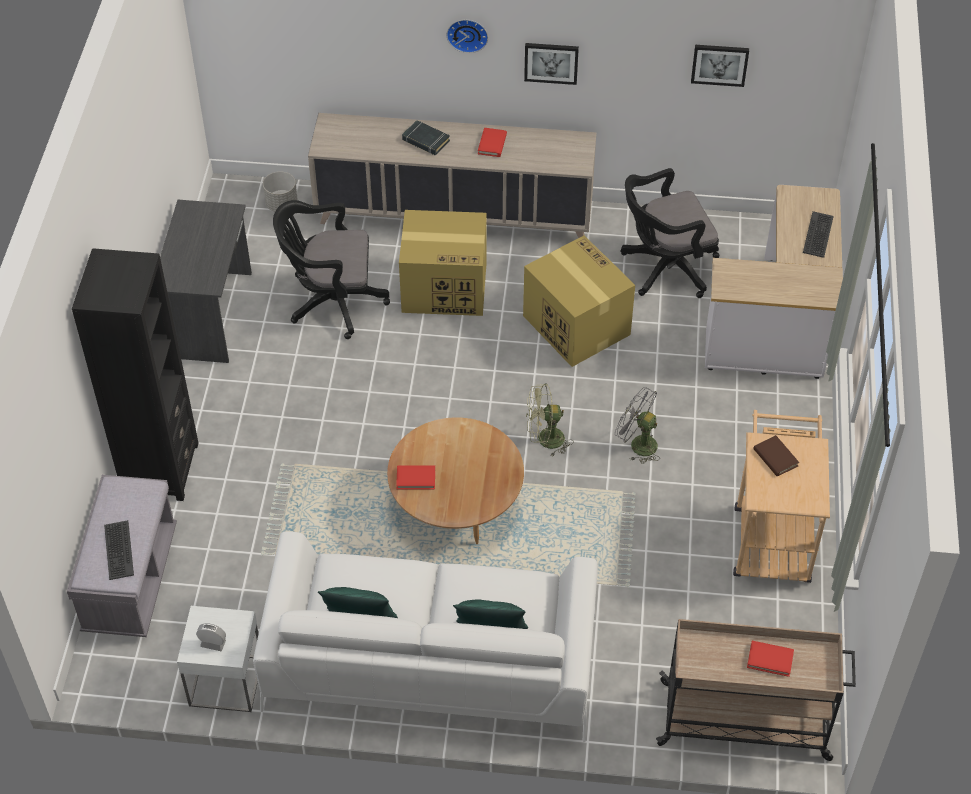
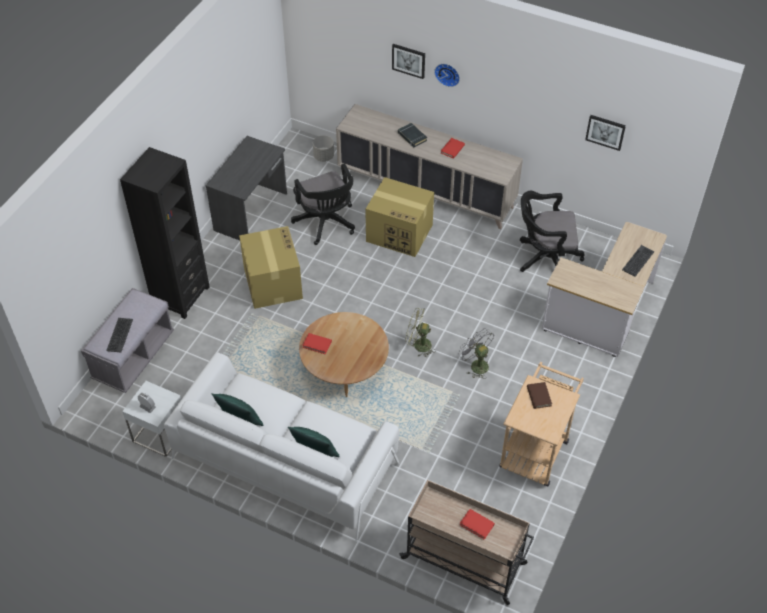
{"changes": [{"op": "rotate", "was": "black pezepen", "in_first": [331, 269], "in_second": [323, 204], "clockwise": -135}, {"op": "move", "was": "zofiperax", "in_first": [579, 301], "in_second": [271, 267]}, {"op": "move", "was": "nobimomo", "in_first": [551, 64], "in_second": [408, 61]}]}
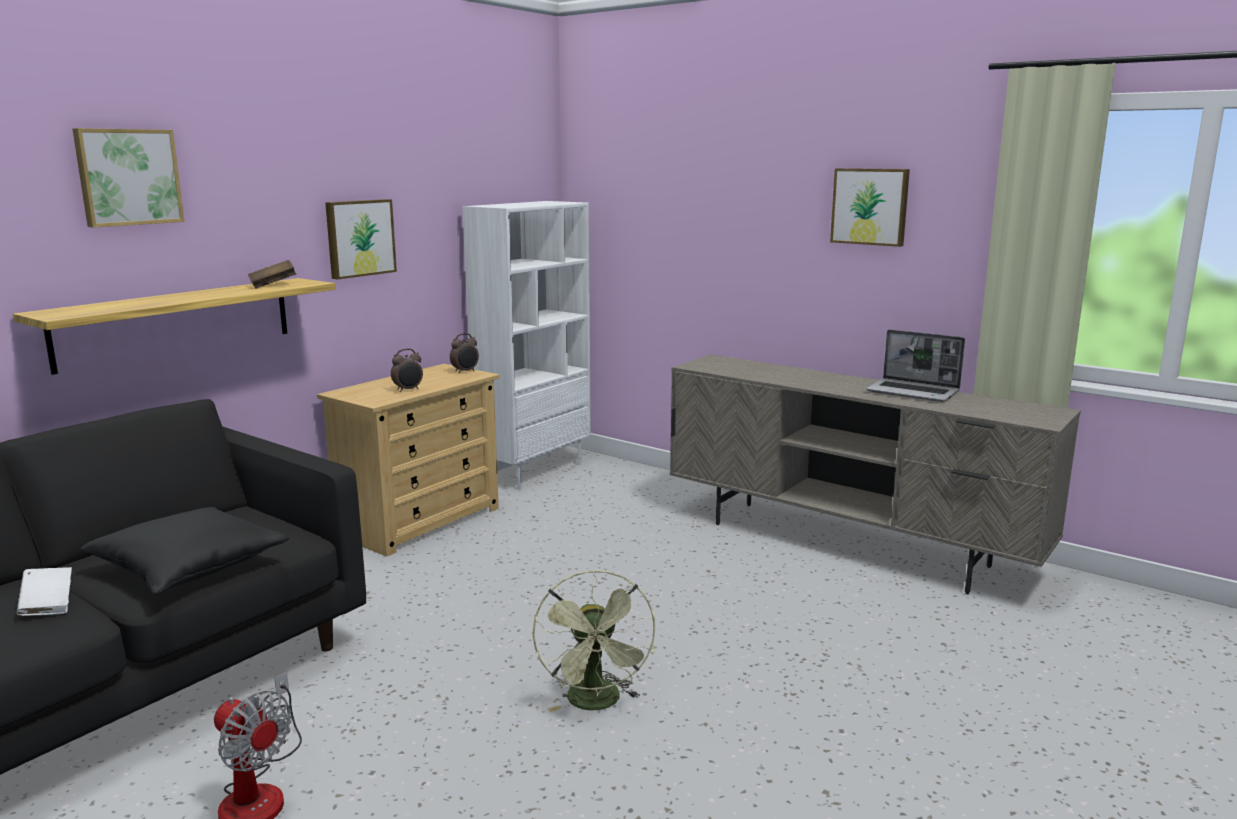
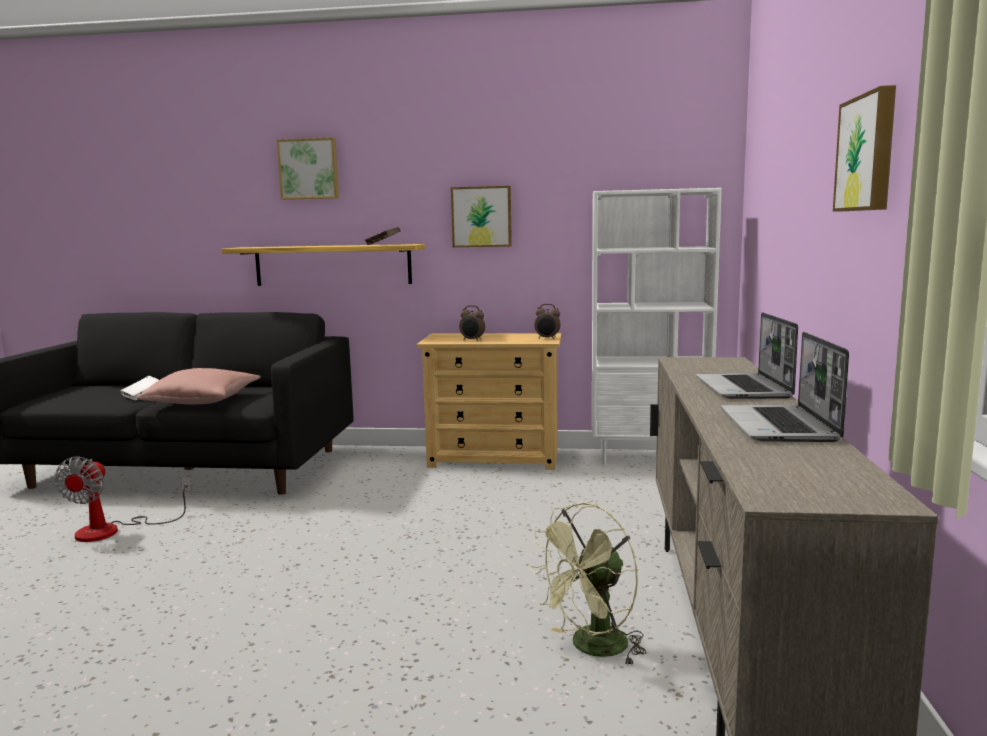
{"changes": [{"op": "recolor", "was": "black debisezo", "now": "pink debisezo", "in_first": [184, 551], "in_second": [198, 386]}, {"op": "move", "was": "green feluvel", "in_first": [593, 640], "in_second": [588, 583]}, {"op": "insert", "now": "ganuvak", "in_second": [747, 355]}]}
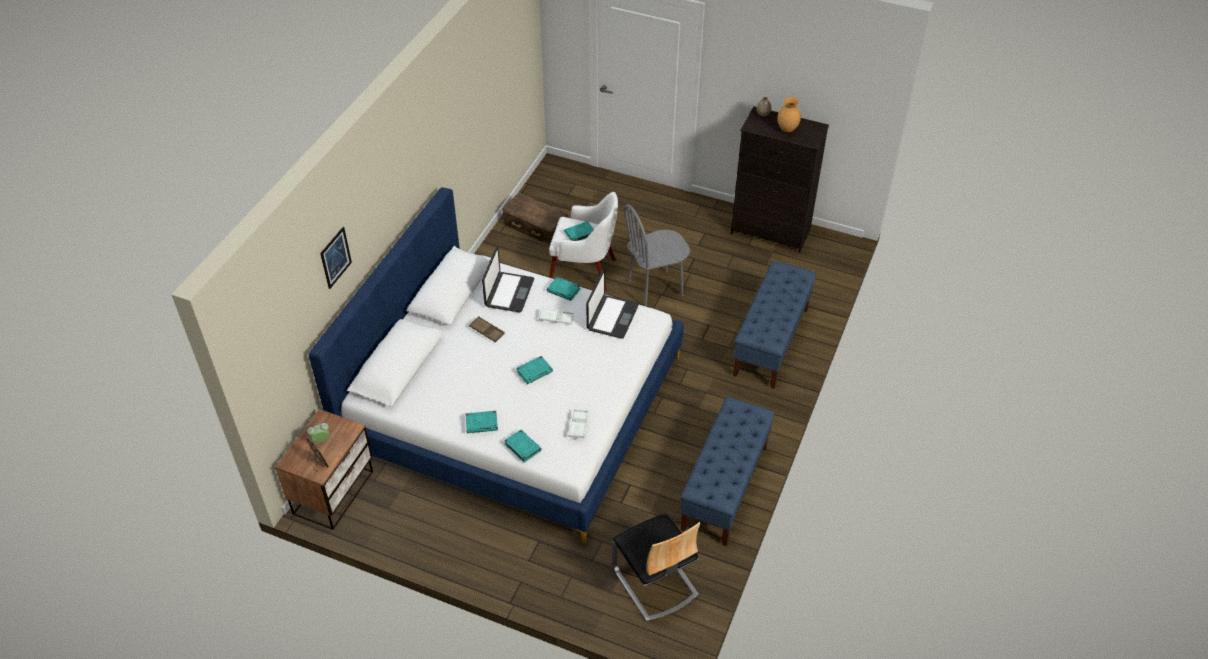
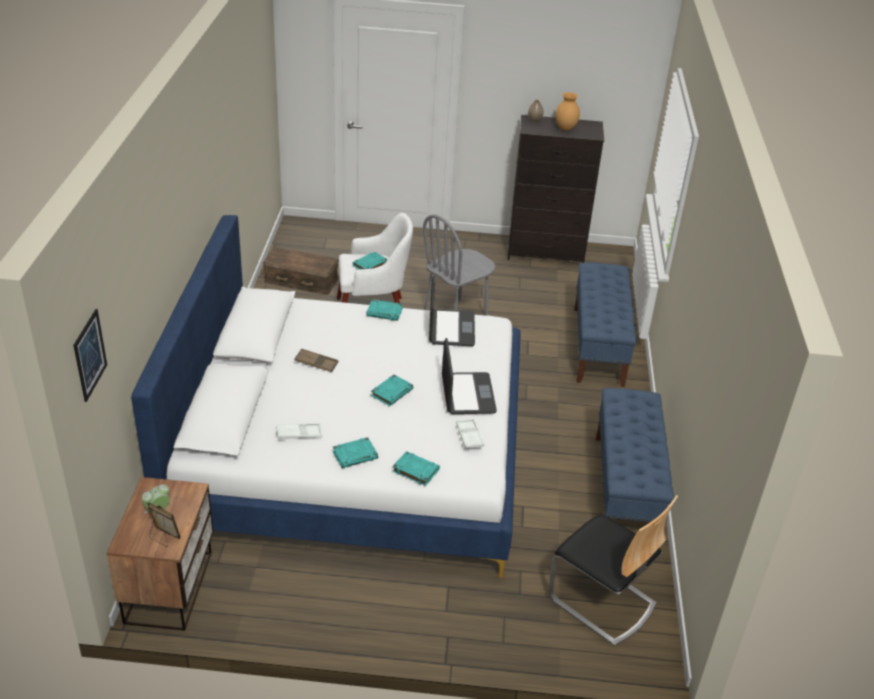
{"changes": [{"op": "move", "was": "nobimomo", "in_first": [336, 258], "in_second": [90, 355]}, {"op": "move", "was": "ganuvak", "in_first": [508, 280], "in_second": [469, 376]}, {"op": "move", "was": "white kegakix", "in_first": [556, 316], "in_second": [299, 431]}]}
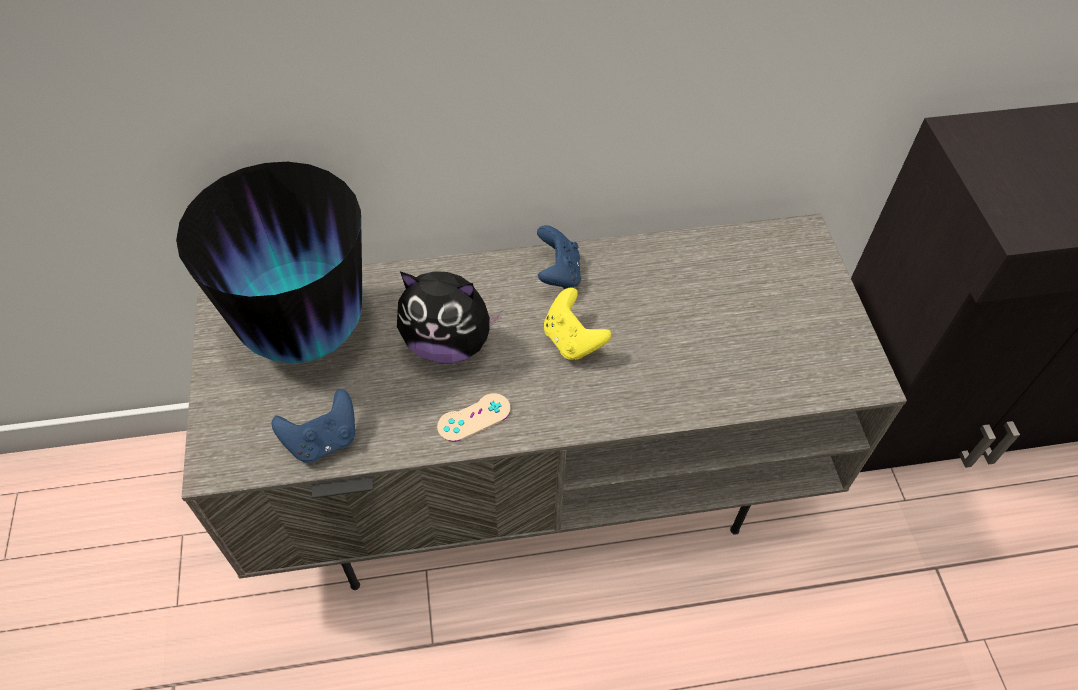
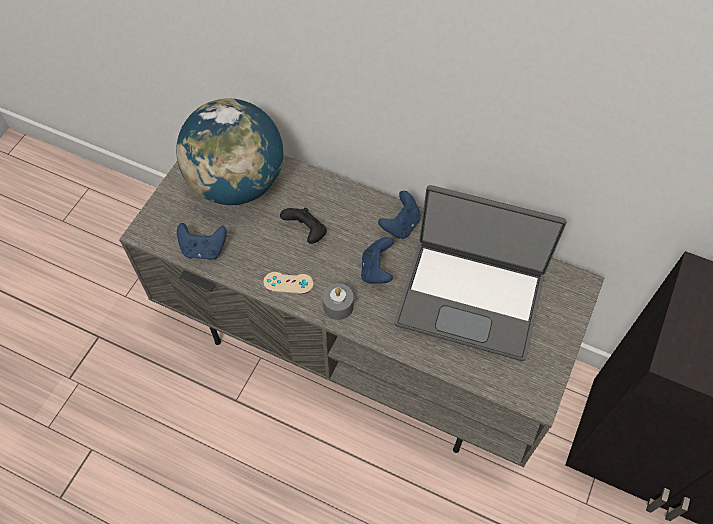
{"changes": [{"op": "replace", "was": "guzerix", "now": "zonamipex", "in_first": [269, 262], "in_second": [229, 151]}, {"op": "replace", "was": "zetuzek", "now": "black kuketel", "in_first": [450, 317], "in_second": [303, 226]}, {"op": "recolor", "was": "yellow kuketel", "now": "blue kuketel", "in_first": [577, 324], "in_second": [377, 260]}, {"op": "insert", "now": "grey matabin", "in_second": [338, 301]}, {"op": "insert", "now": "ganuvak", "in_second": [480, 273]}]}
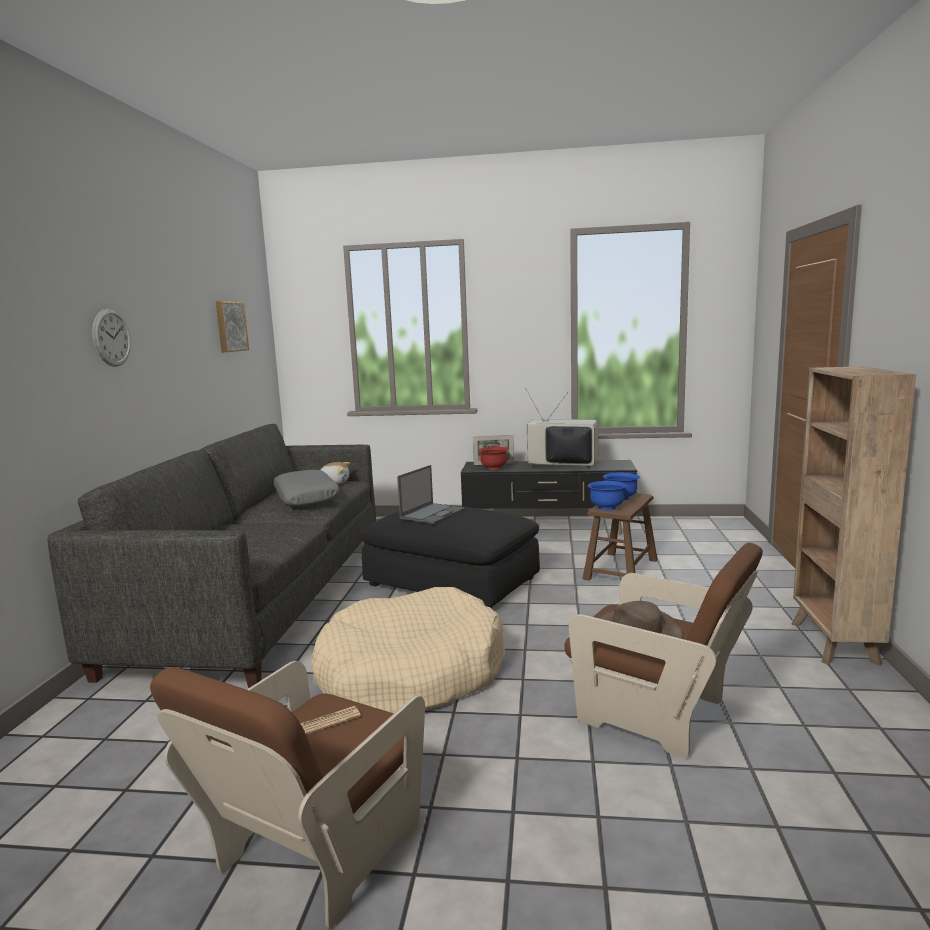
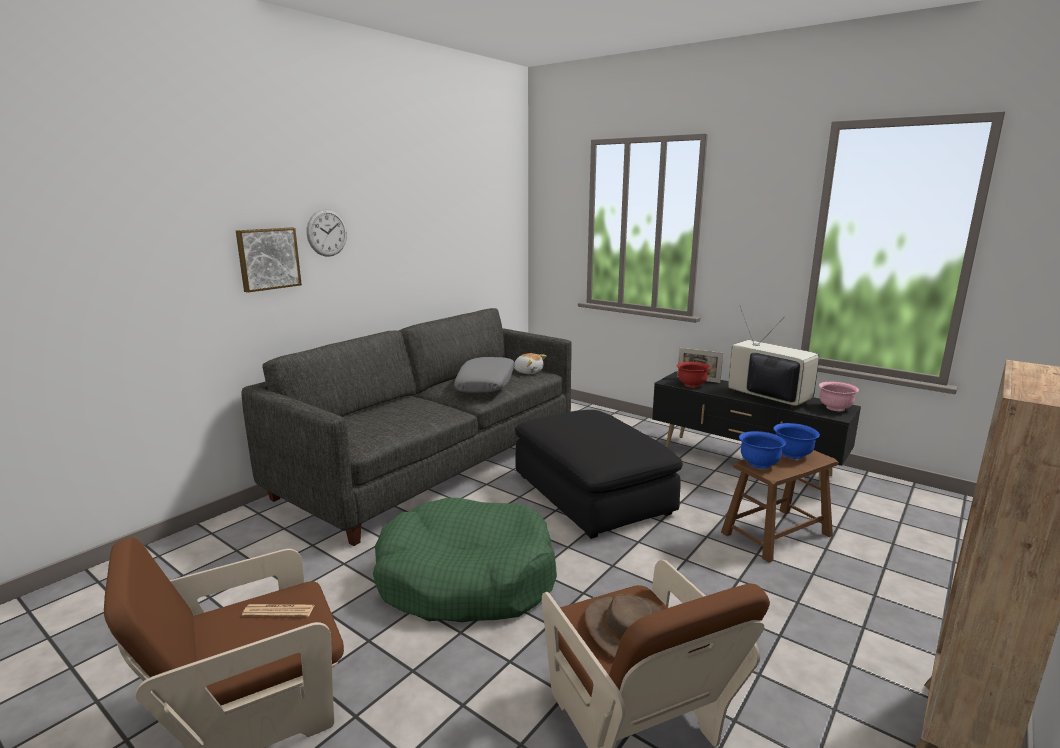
{"changes": [{"op": "move", "was": "nobimomo", "in_first": [232, 326], "in_second": [269, 260]}, {"op": "recolor", "was": "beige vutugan", "now": "green vutugan", "in_first": [408, 650], "in_second": [465, 560]}, {"op": "delete", "was": "ganuvak", "in_first": [431, 494]}, {"op": "insert", "now": "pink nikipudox", "in_second": [839, 396]}]}
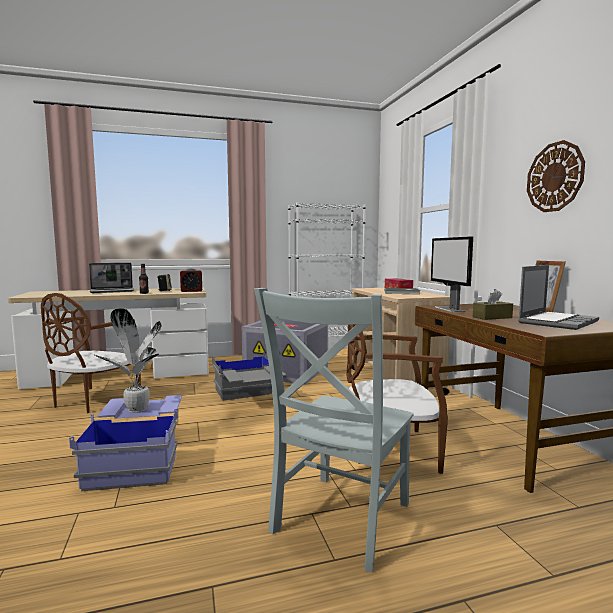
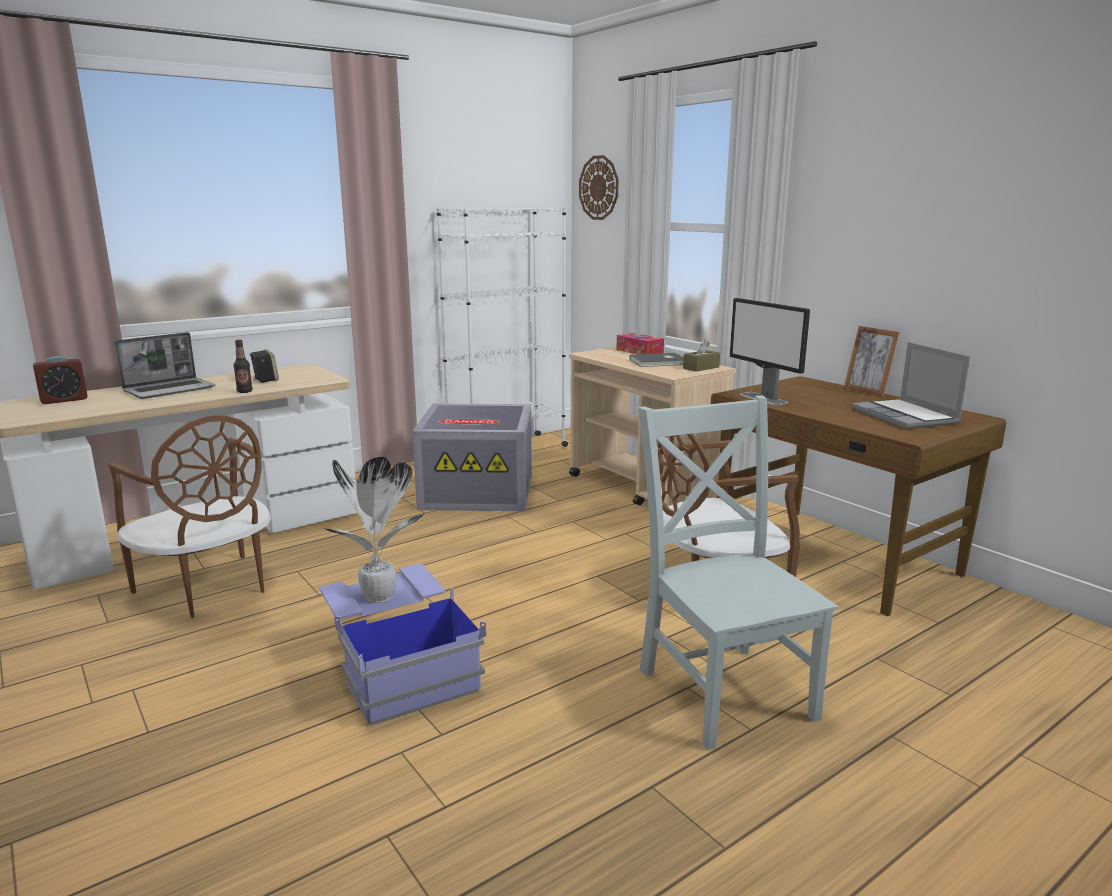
{"changes": [{"op": "rotate", "was": "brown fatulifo", "in_first": [91, 353], "in_second": [189, 516], "clockwise": -45}, {"op": "move", "was": "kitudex", "in_first": [191, 280], "in_second": [60, 380]}, {"op": "delete", "was": "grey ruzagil", "in_first": [249, 376]}, {"op": "rotate", "was": "grey fatulifo", "in_first": [334, 430], "in_second": [738, 572], "clockwise": 150}, {"op": "move", "was": "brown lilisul", "in_first": [493, 304], "in_second": [701, 355]}, {"op": "rotate", "was": "ganuvak", "in_first": [558, 297], "in_second": [911, 385], "clockwise": 135}, {"op": "move", "was": "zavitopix", "in_first": [556, 176], "in_second": [599, 187]}]}
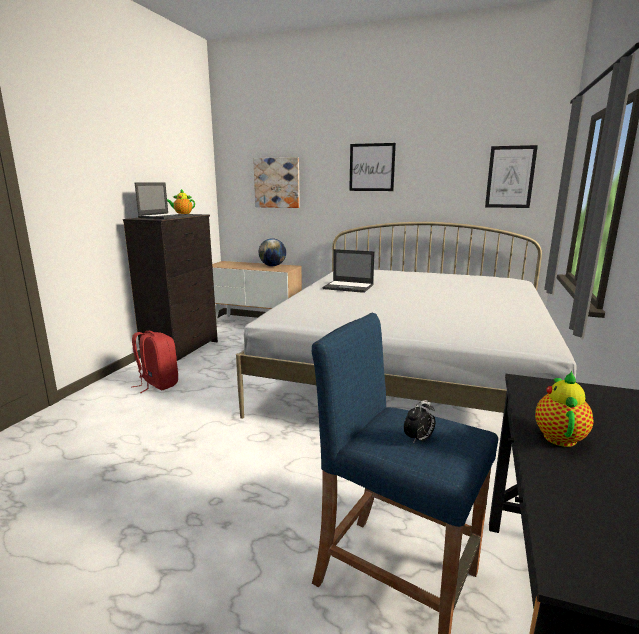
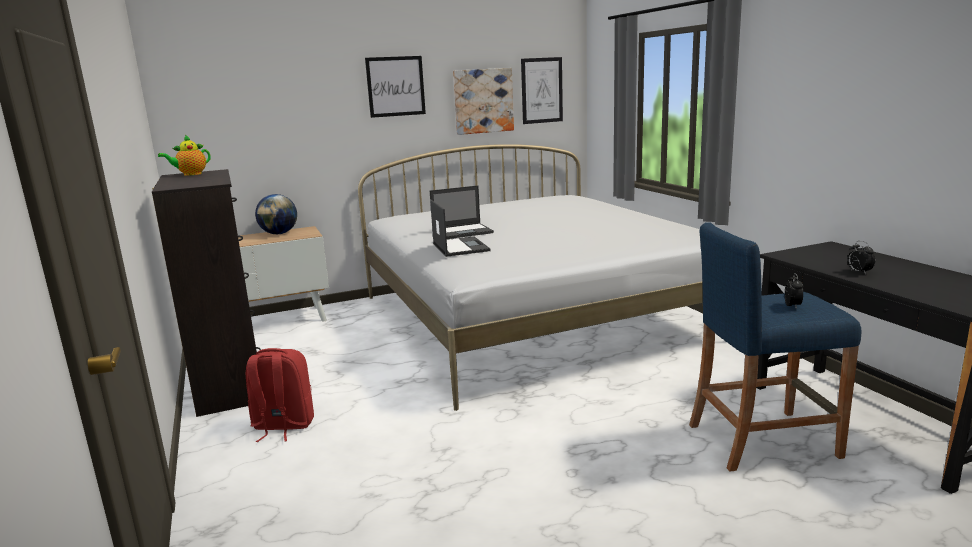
{"changes": [{"op": "move", "was": "ganuvak", "in_first": [163, 200], "in_second": [460, 228]}, {"op": "move", "was": "nobimomo", "in_first": [276, 182], "in_second": [483, 101]}, {"op": "replace", "was": "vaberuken", "now": "kitudex", "in_first": [564, 409], "in_second": [861, 257]}]}
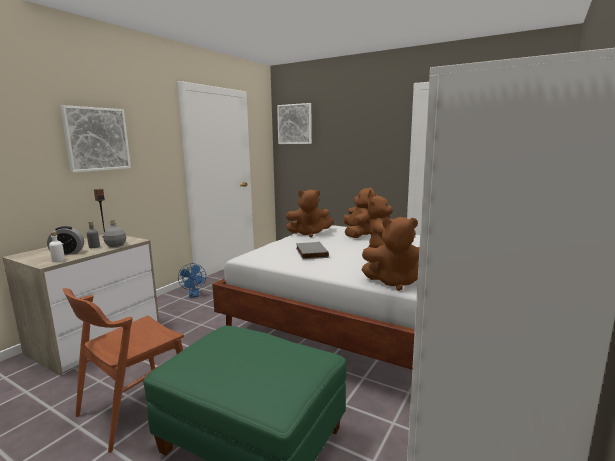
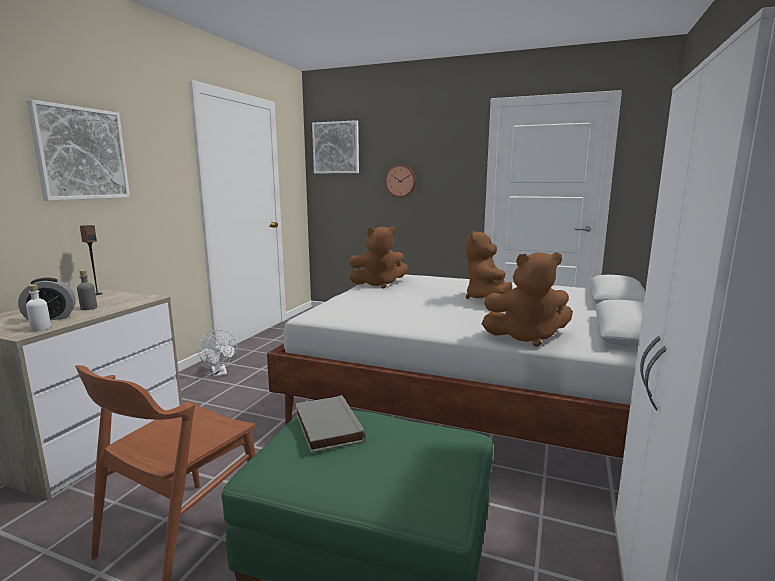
{"changes": [{"op": "delete", "was": "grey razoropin", "in_first": [114, 233]}, {"op": "recolor", "was": "blue feluvel", "now": "white feluvel", "in_first": [192, 280], "in_second": [217, 353]}, {"op": "move", "was": "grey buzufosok", "in_first": [312, 250], "in_second": [330, 424]}, {"op": "delete", "was": "brown zetuzek", "in_first": [359, 212]}, {"op": "insert", "now": "zavitopix", "in_second": [400, 181]}]}
